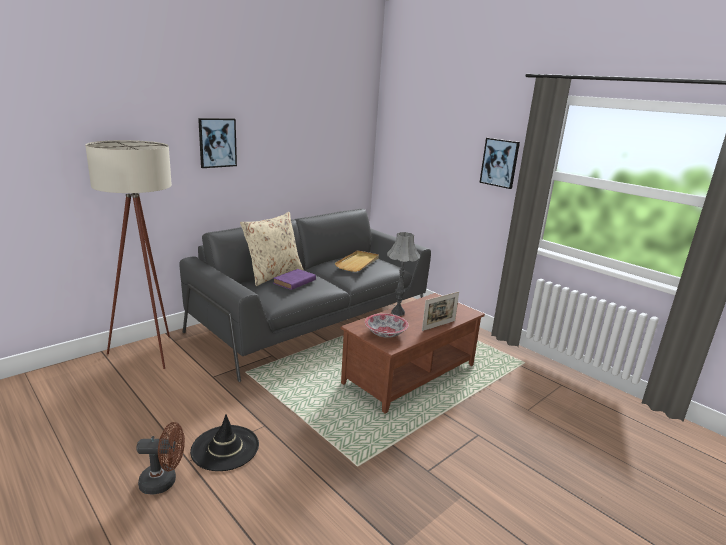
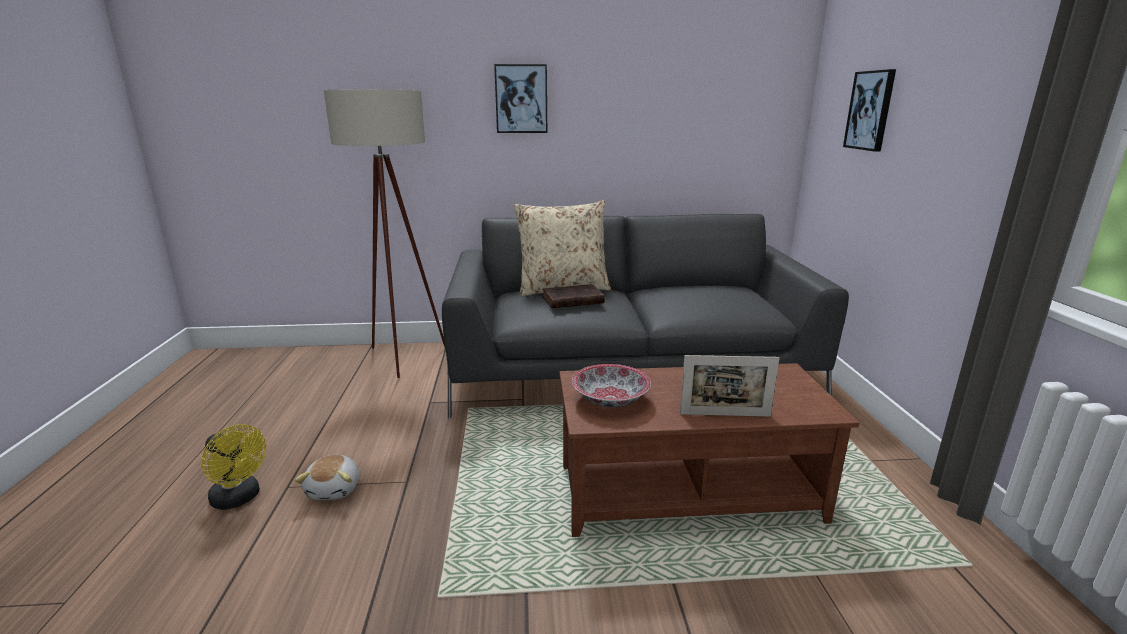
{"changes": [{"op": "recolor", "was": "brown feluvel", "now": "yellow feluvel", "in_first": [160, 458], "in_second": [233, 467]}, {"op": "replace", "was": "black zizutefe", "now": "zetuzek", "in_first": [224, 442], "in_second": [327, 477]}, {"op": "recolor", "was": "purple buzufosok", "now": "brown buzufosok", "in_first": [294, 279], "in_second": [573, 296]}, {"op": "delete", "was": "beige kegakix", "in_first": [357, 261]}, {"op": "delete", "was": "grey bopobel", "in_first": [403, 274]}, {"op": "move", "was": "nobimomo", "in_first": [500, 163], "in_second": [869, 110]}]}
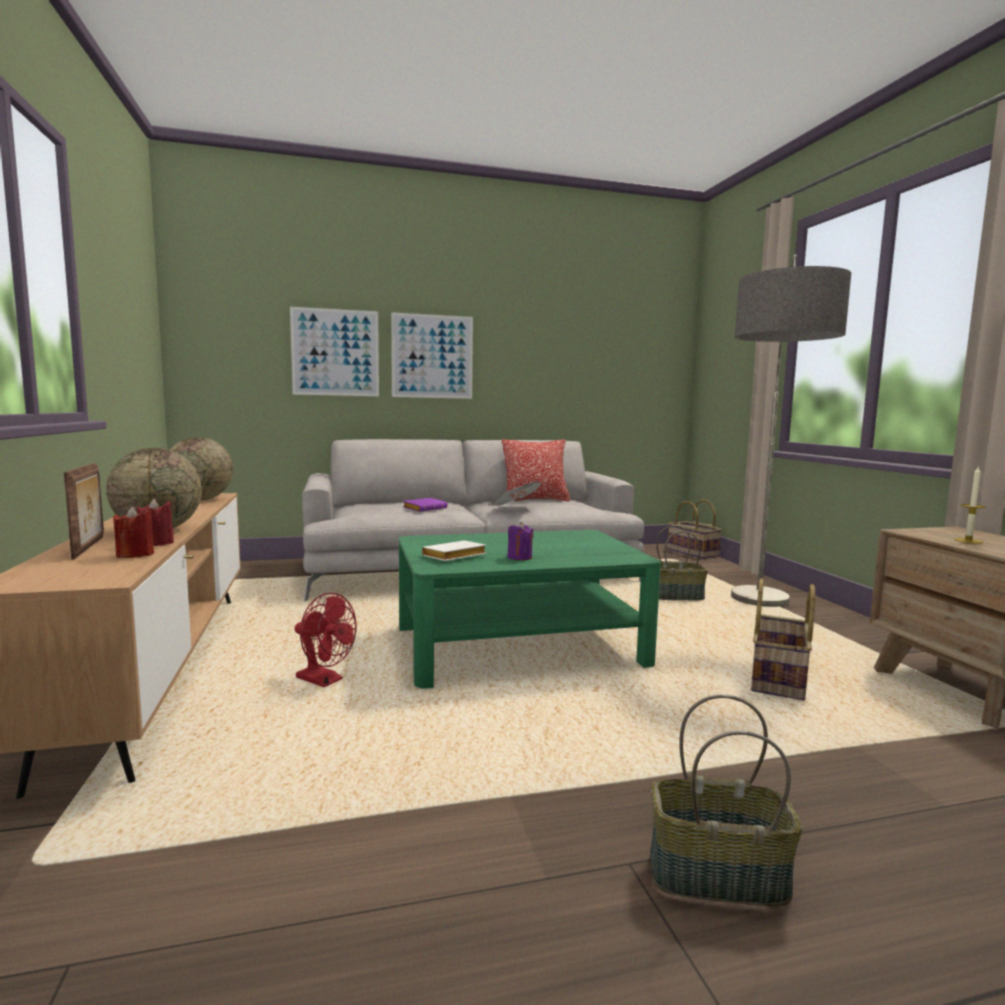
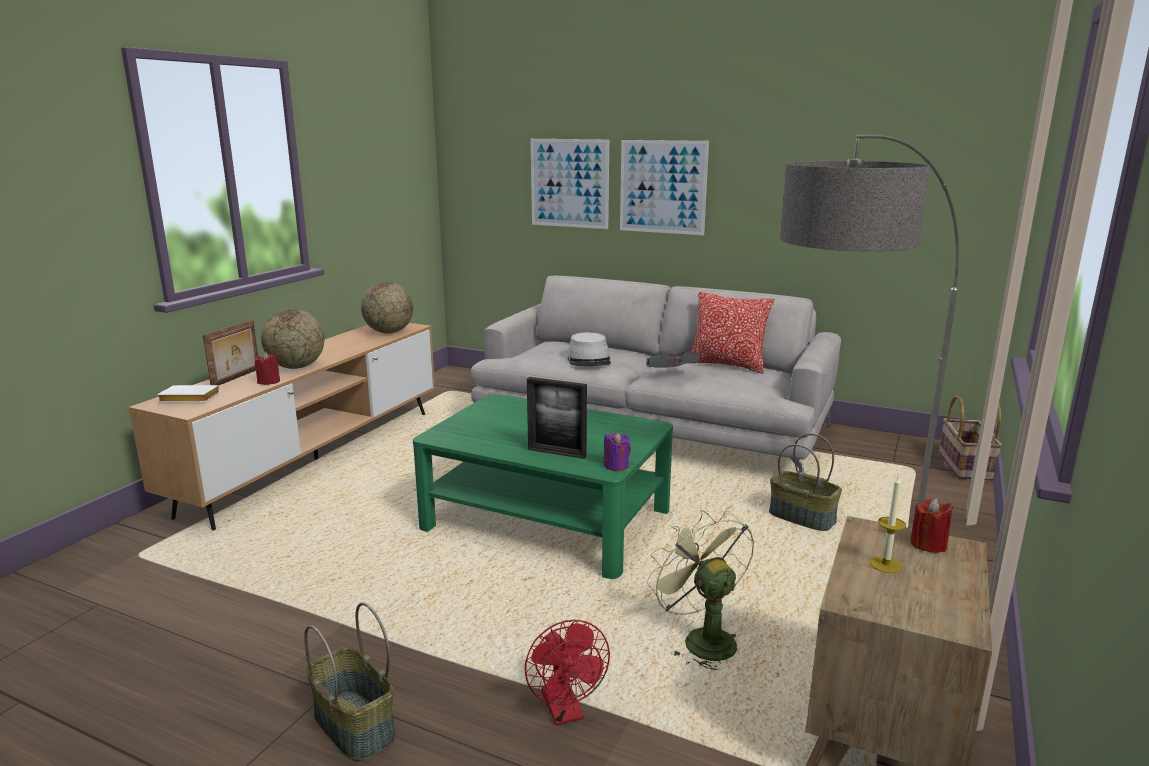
{"changes": [{"op": "move", "was": "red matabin", "in_first": [133, 532], "in_second": [931, 525]}, {"op": "move", "was": "red feluvel", "in_first": [326, 640], "in_second": [567, 672]}, {"op": "replace", "was": "purple buzufosok", "now": "grey zizutefe", "in_first": [425, 505], "in_second": [589, 349]}, {"op": "move", "was": "white buzufosok", "in_first": [454, 550], "in_second": [188, 393]}, {"op": "move", "was": "purple matabin", "in_first": [520, 541], "in_second": [617, 451]}, {"op": "replace", "was": "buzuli", "now": "green feluvel", "in_first": [783, 639], "in_second": [700, 590]}, {"op": "insert", "now": "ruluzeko", "in_second": [557, 418]}]}
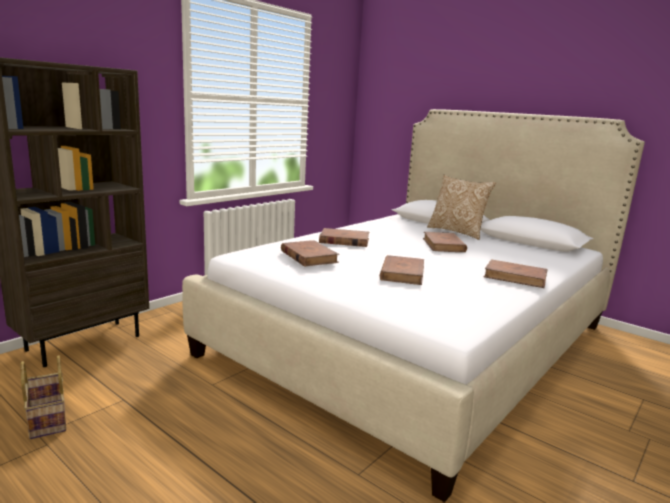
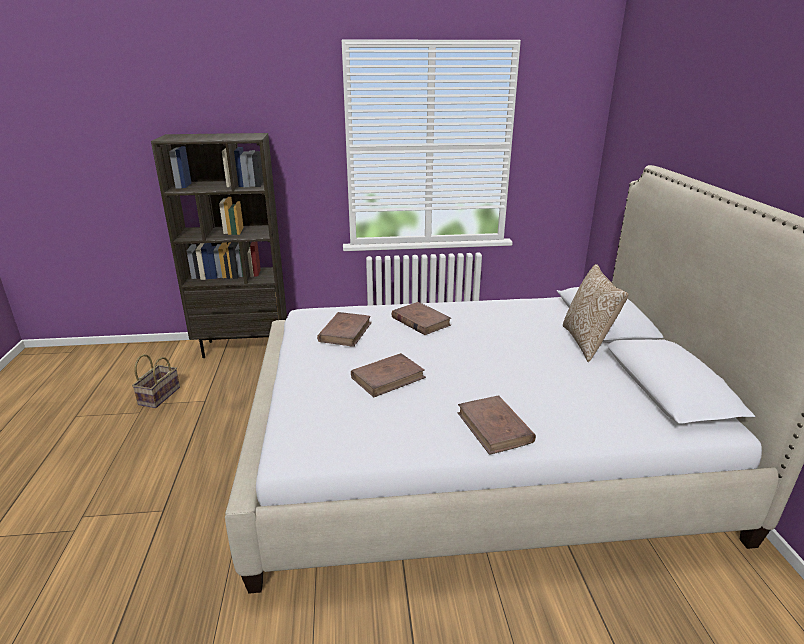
{"changes": [{"op": "delete", "was": "brown buzufosok", "in_first": [445, 242]}]}
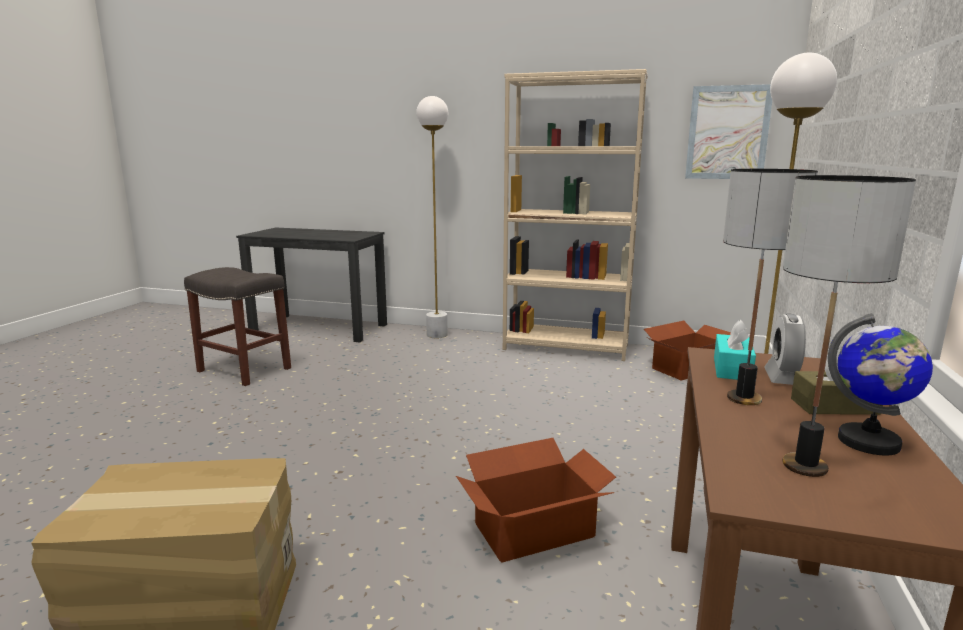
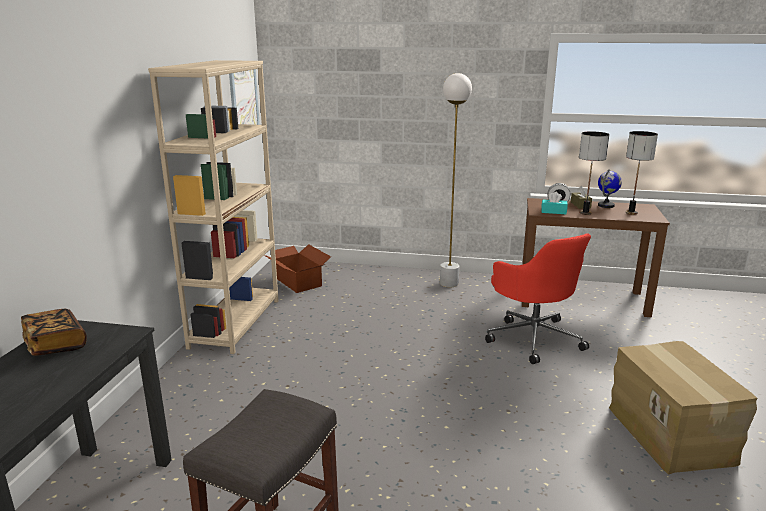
{"changes": [{"op": "delete", "was": "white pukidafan", "in_first": [432, 217]}, {"op": "replace", "was": "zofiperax", "now": "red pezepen", "in_first": [536, 500], "in_second": [538, 298]}, {"op": "insert", "now": "buzufosok", "in_second": [54, 332]}]}
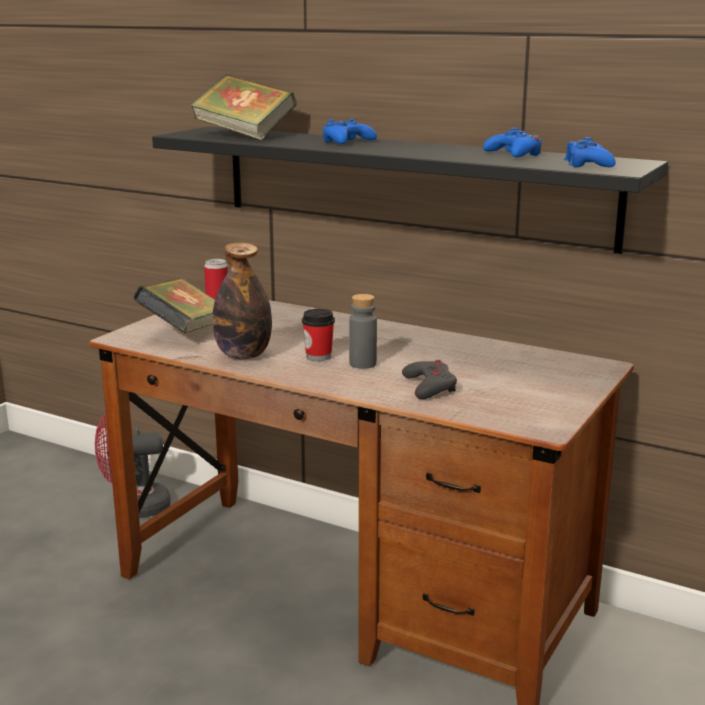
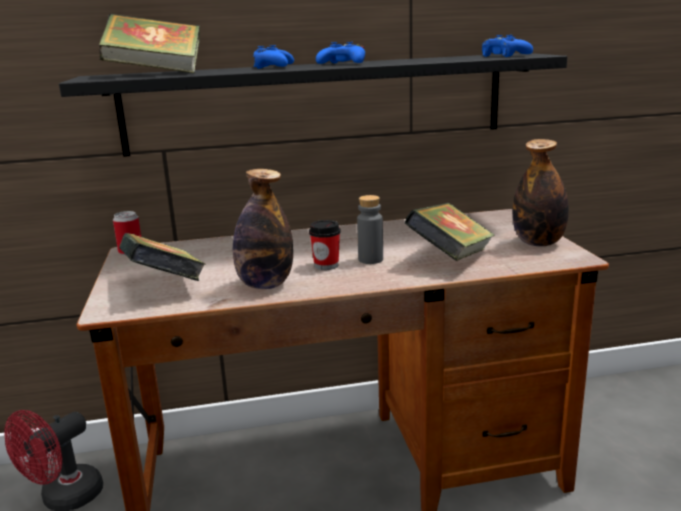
{"changes": [{"op": "replace", "was": "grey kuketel", "now": "buzufosok", "in_first": [429, 379], "in_second": [449, 232]}, {"op": "move", "was": "blue kuketel", "in_first": [512, 142], "in_second": [340, 53]}, {"op": "insert", "now": "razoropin", "in_second": [541, 192]}]}
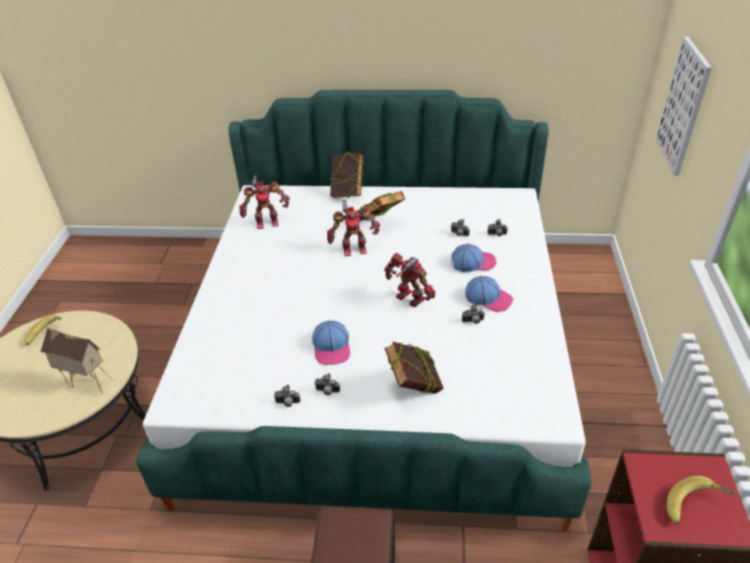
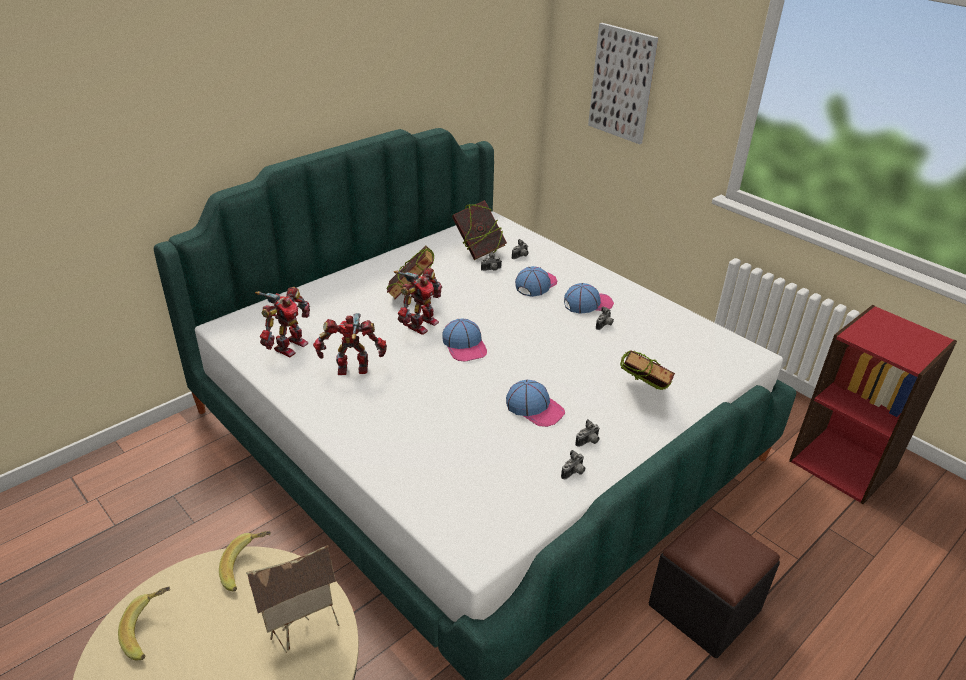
{"changes": [{"op": "move", "was": "buzufosok", "in_first": [347, 174], "in_second": [479, 230]}, {"op": "move", "was": "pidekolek", "in_first": [409, 280], "in_second": [350, 344]}, {"op": "move", "was": "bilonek", "in_first": [701, 500], "in_second": [245, 561]}, {"op": "insert", "now": "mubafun", "in_second": [464, 340]}]}
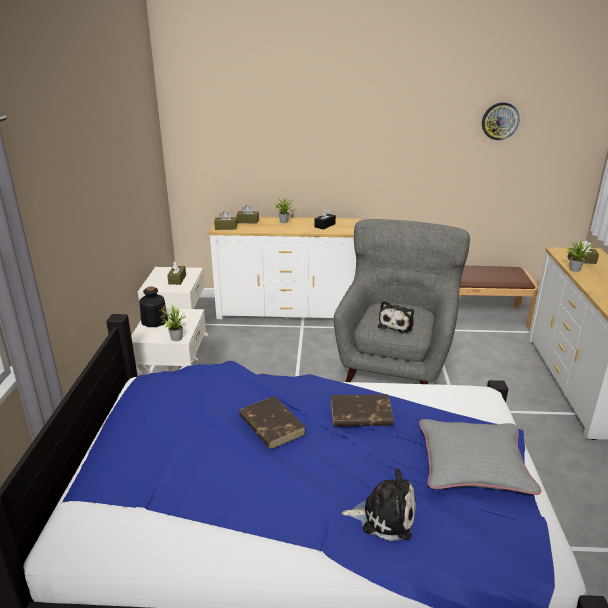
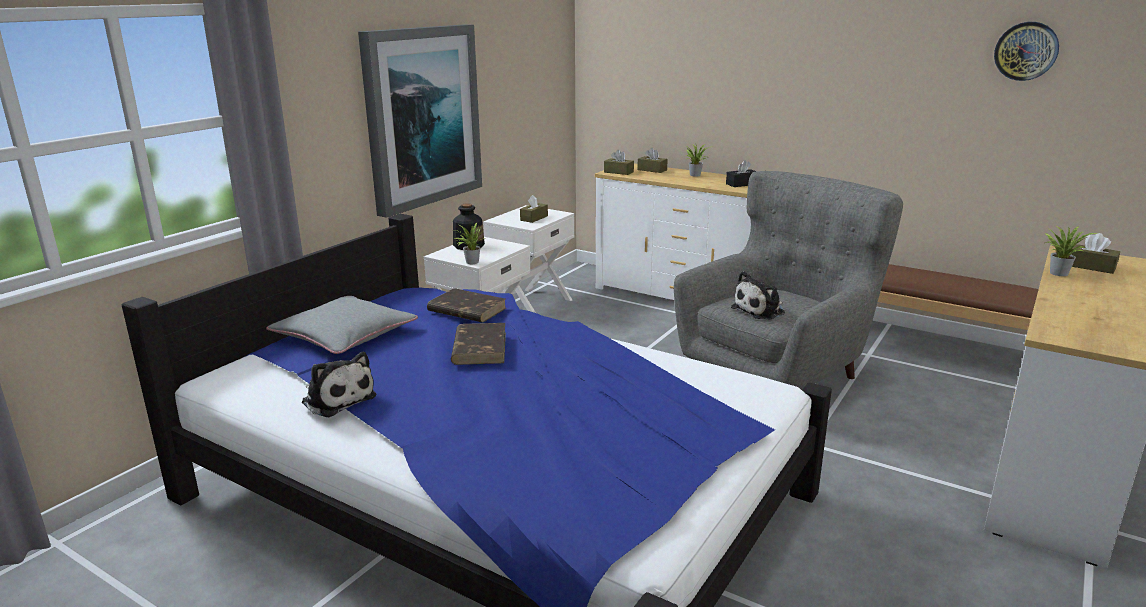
{"changes": [{"op": "move", "was": "brown buzufosok", "in_first": [362, 410], "in_second": [466, 305]}, {"op": "move", "was": "zetuzek", "in_first": [379, 504], "in_second": [339, 384]}, {"op": "move", "was": "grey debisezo", "in_first": [480, 457], "in_second": [342, 325]}, {"op": "insert", "now": "nobimomo", "in_second": [420, 121]}]}
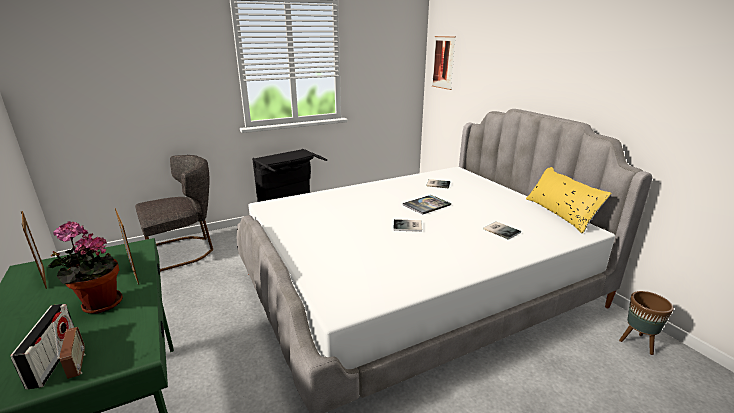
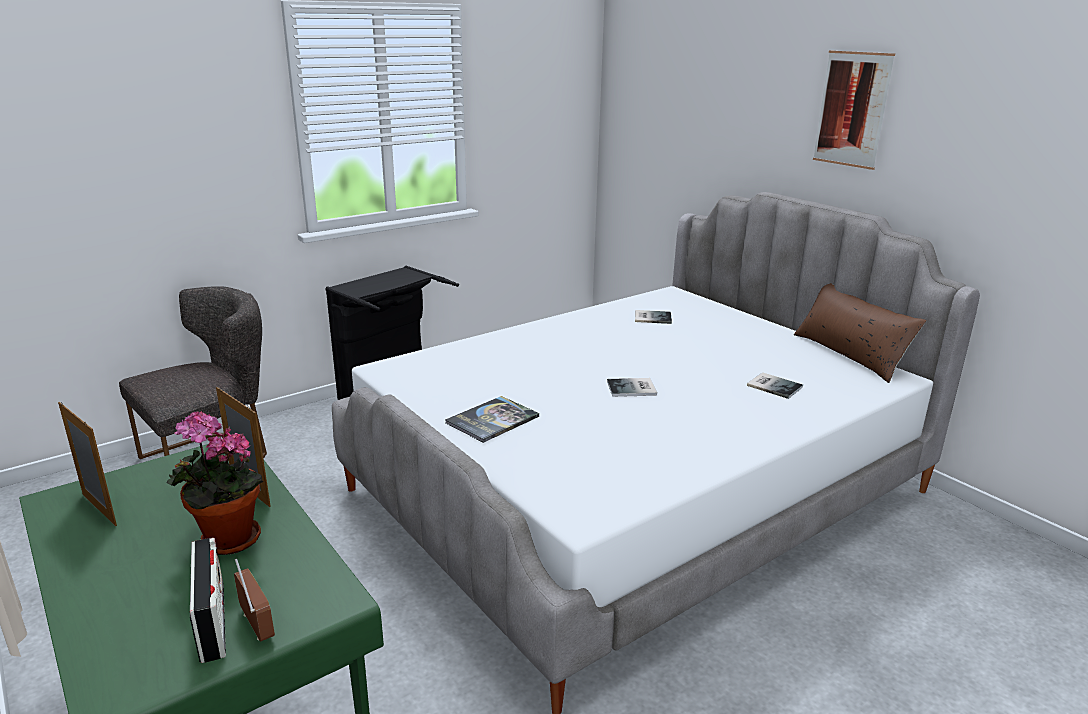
{"changes": [{"op": "move", "was": "buzufosok", "in_first": [427, 205], "in_second": [492, 419]}, {"op": "move", "was": "nobimomo", "in_first": [444, 63], "in_second": [854, 110]}, {"op": "recolor", "was": "yellow debisezo", "now": "brown debisezo", "in_first": [569, 200], "in_second": [860, 333]}, {"op": "delete", "was": "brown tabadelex", "in_first": [646, 323]}]}
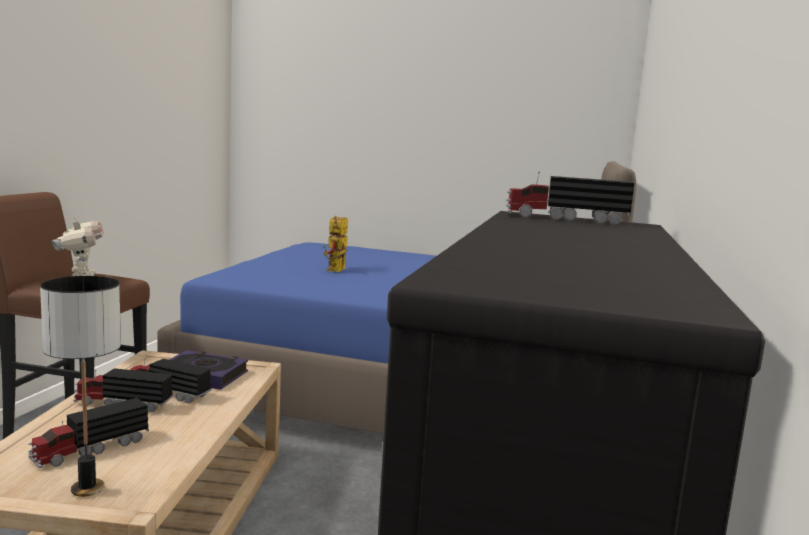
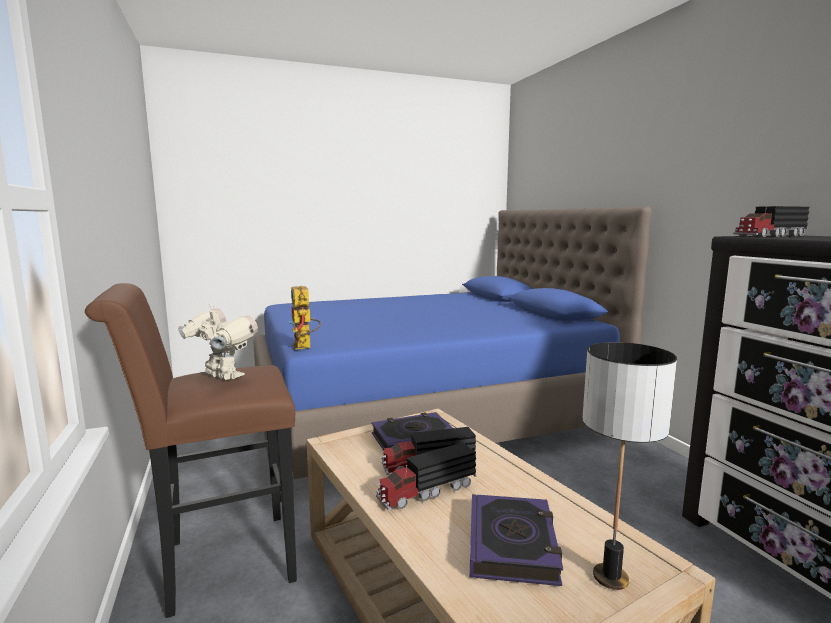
{"changes": [{"op": "replace", "was": "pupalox", "now": "buzufosok", "in_first": [88, 433], "in_second": [516, 540]}, {"op": "move", "was": "pidekolek", "in_first": [335, 244], "in_second": [305, 318]}]}
